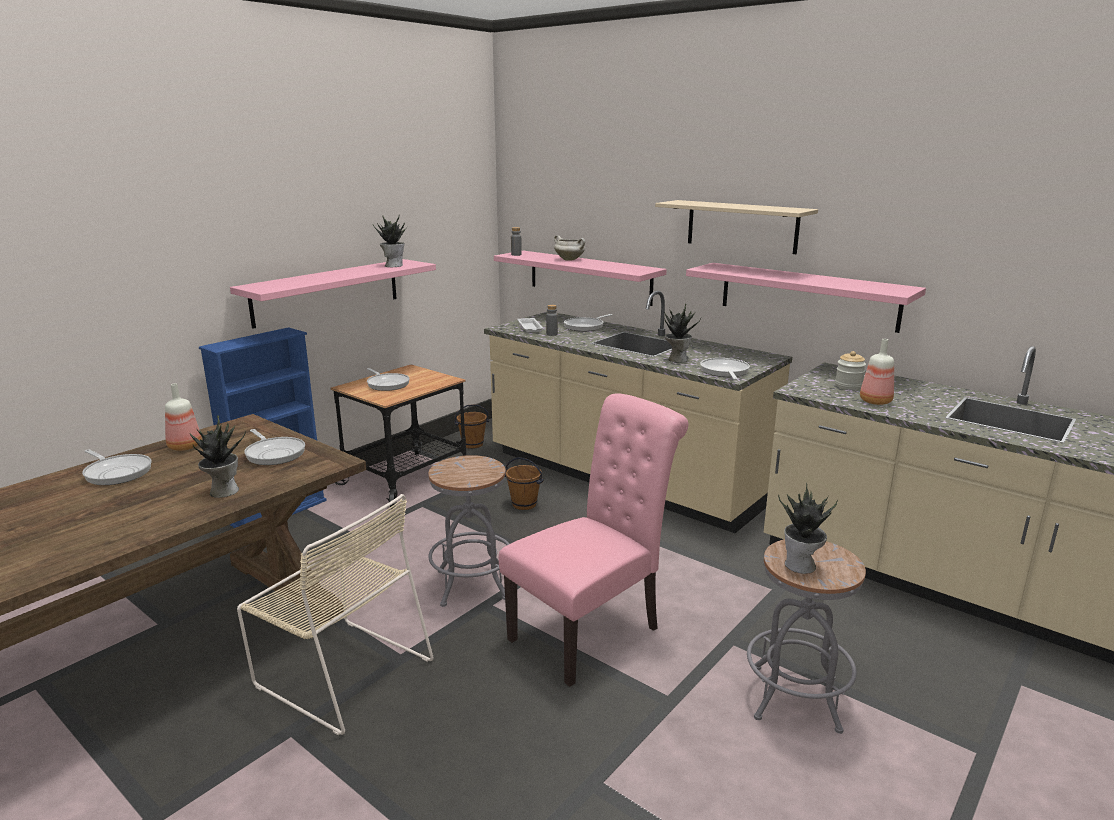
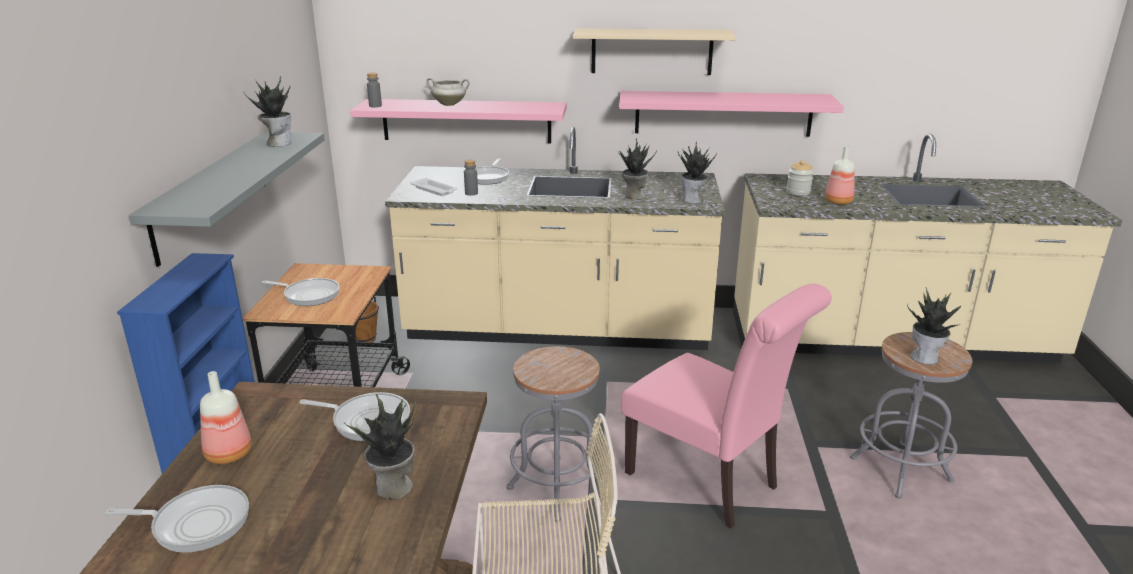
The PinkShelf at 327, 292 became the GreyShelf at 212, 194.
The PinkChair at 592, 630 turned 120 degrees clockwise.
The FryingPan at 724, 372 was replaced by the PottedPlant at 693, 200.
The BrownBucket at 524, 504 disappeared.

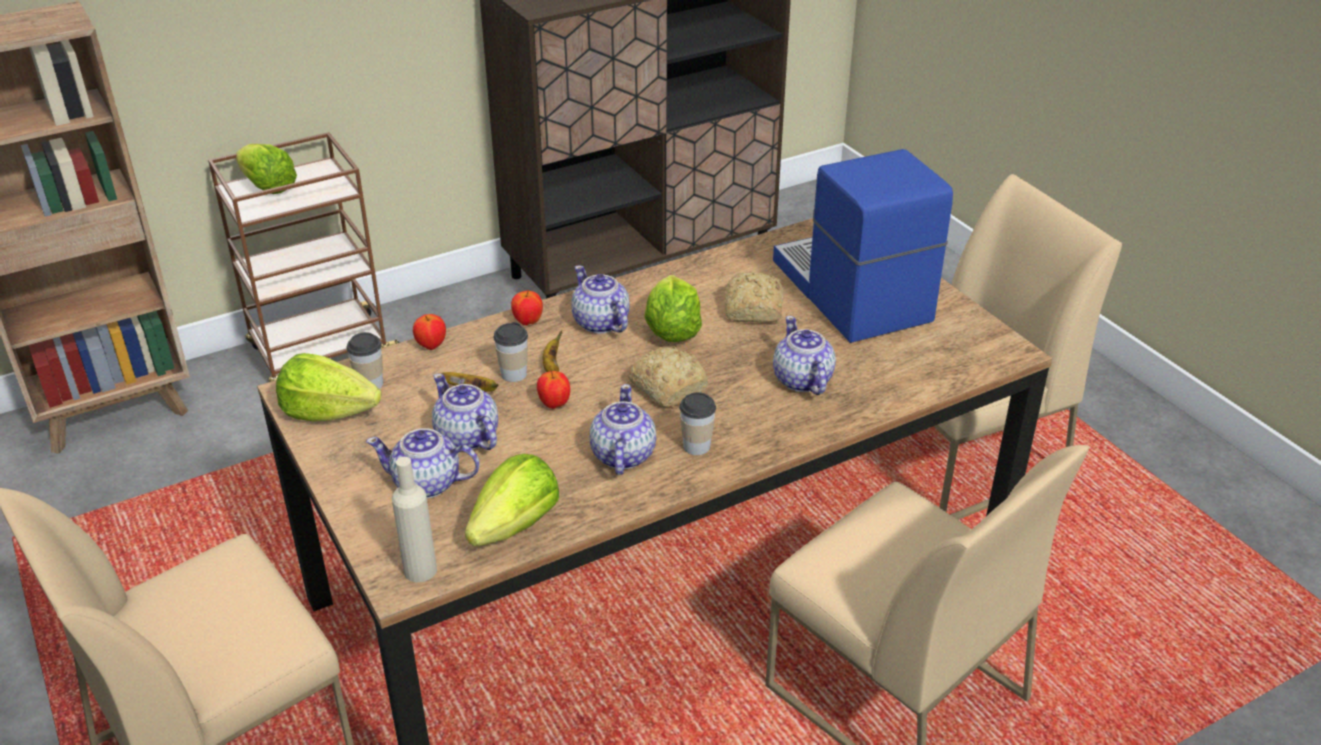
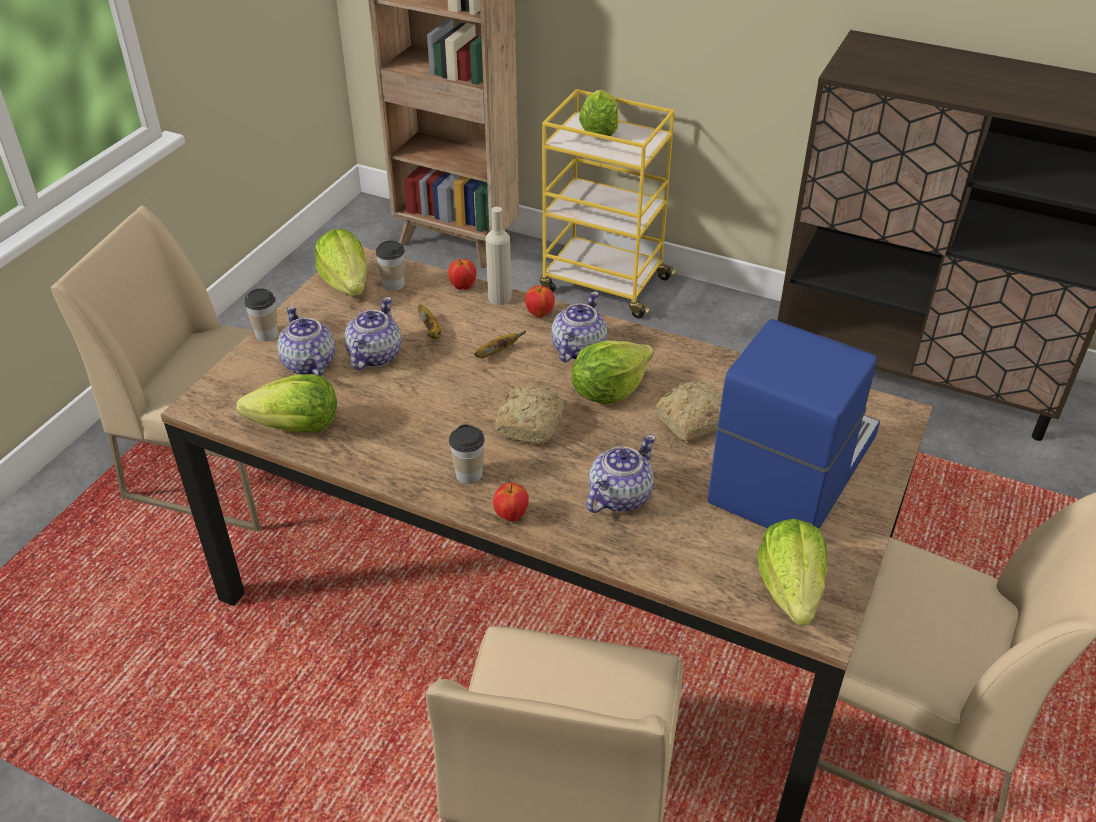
The Cup moved from 513, 374 to 266, 334.
The BeigeBottle moved from 420, 570 to 499, 297.
The Apple moved from 554, 404 to 511, 516.
The BrownCart at 322, 354 became the YellowCart at 603, 285.
The Lettuce at 790, 590 appeared.
The Teapot at 622, 455 disappeared.

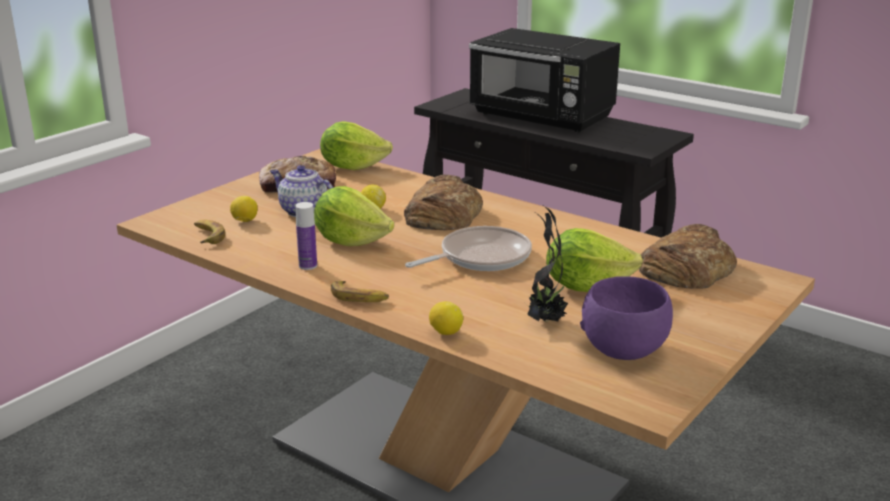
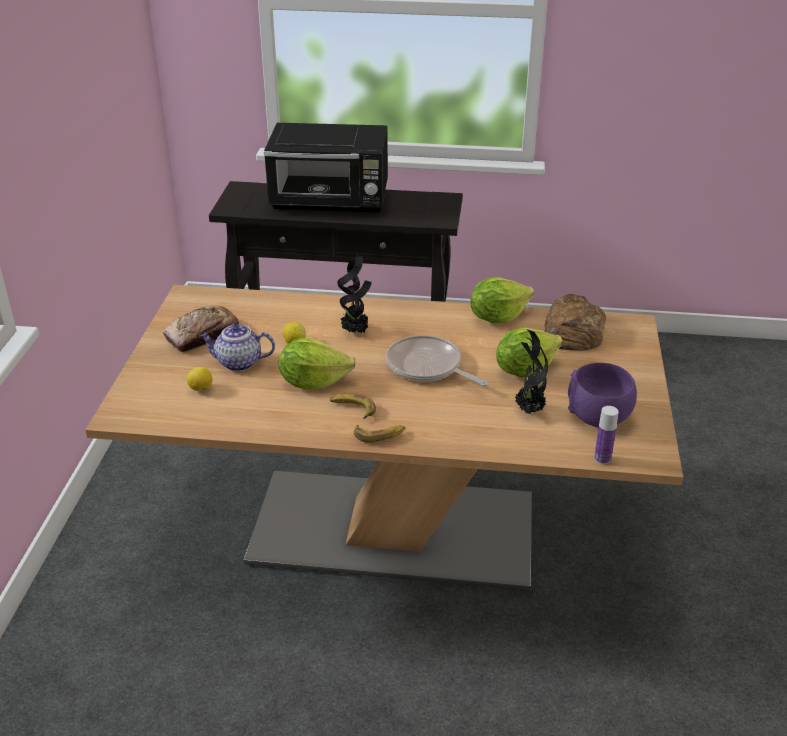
The Banana moved from 207, 236 to 353, 409.
The Bread at 442, 214 was replaced by the PottedPlant at 356, 332.
The FryingPan at 480, 257 turned 75 degrees counterclockwise.
The Lettuce moved from 352, 166 to 497, 317.
The Bottle moved from 308, 266 to 602, 459.
The Lemon at 445, 332 disappeared.

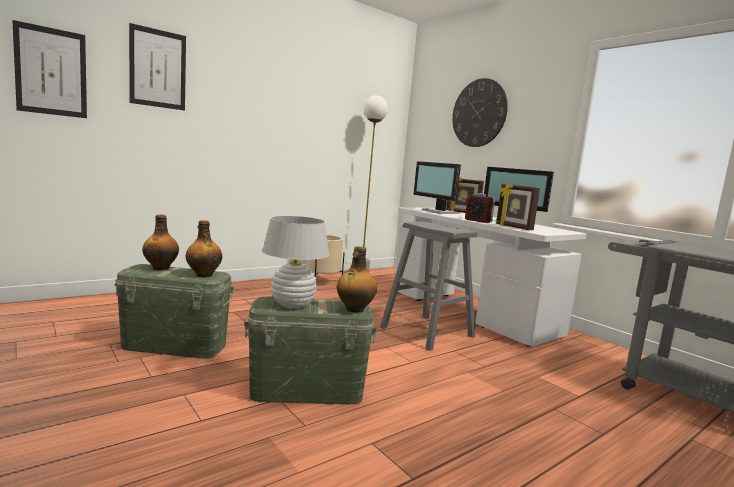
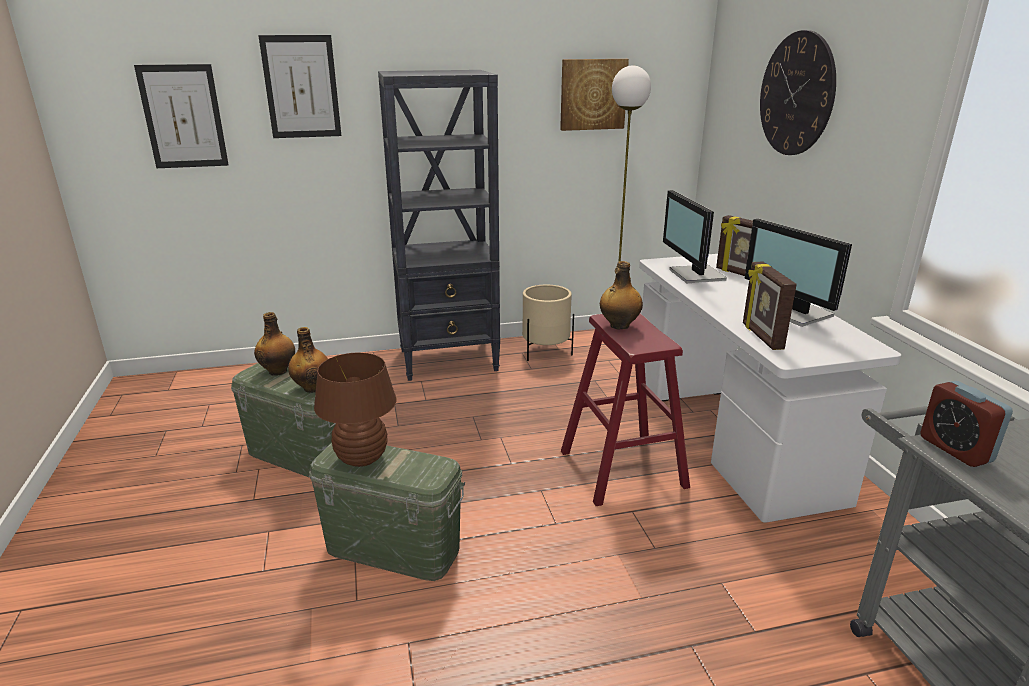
The WhiteTableLamp at 293, 305 became the BrownTableLamp at 362, 458.
The BlackBookcase at 449, 360 appeared.
The Picture at 593, 94 appeared.
The GreyStool at 427, 332 became the RedStool at 622, 469.
The Bottle moved from 354, 309 to 619, 326.
The AlarmClock moved from 478, 221 to 955, 449.

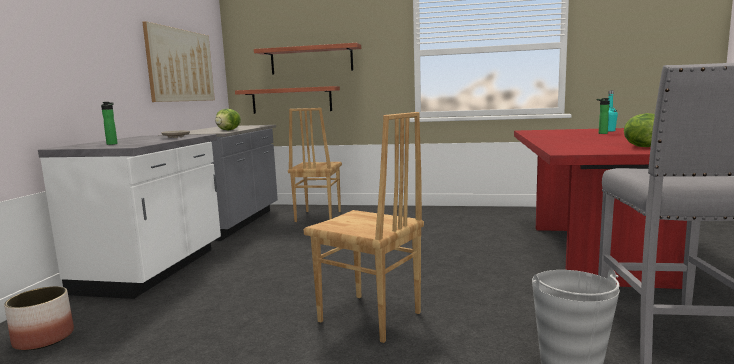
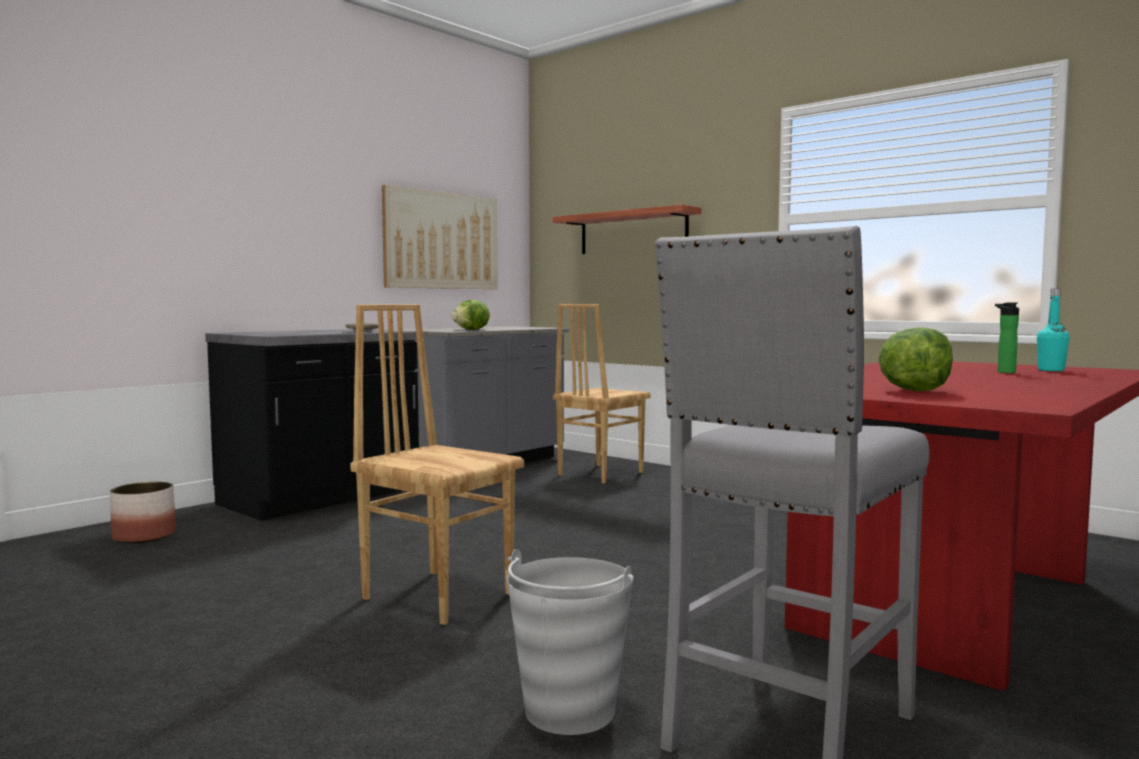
The WhiteCounter at 154, 270 became the BlackCounter at 322, 498.
The BrownChair at 369, 318 turned 150 degrees clockwise.
The Bottle at 112, 144 disappeared.
The Shelf at 291, 100 disappeared.

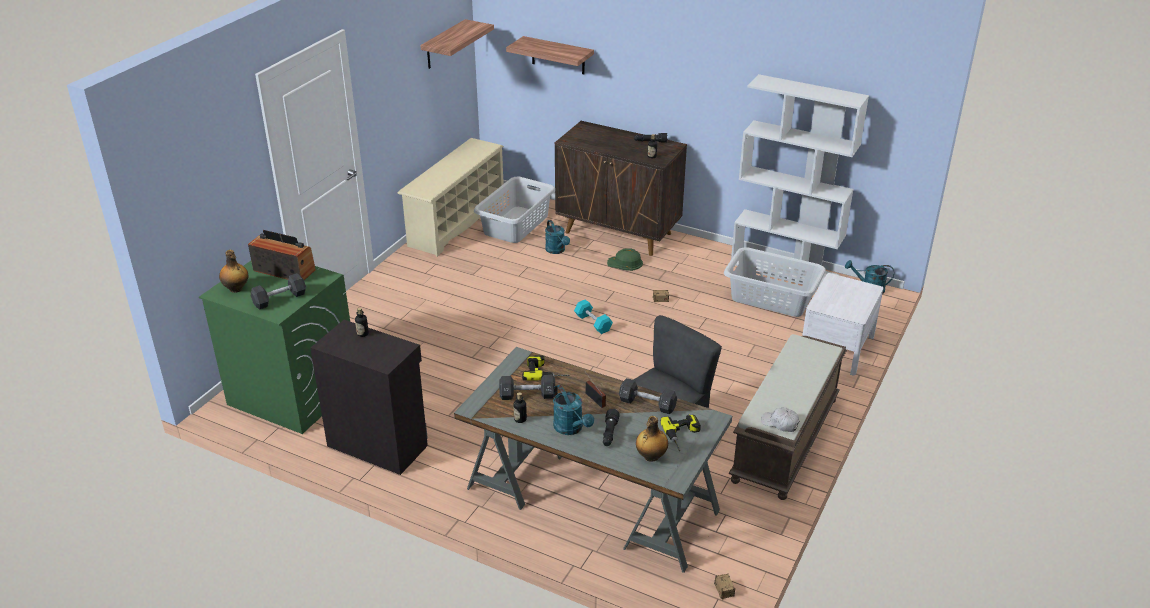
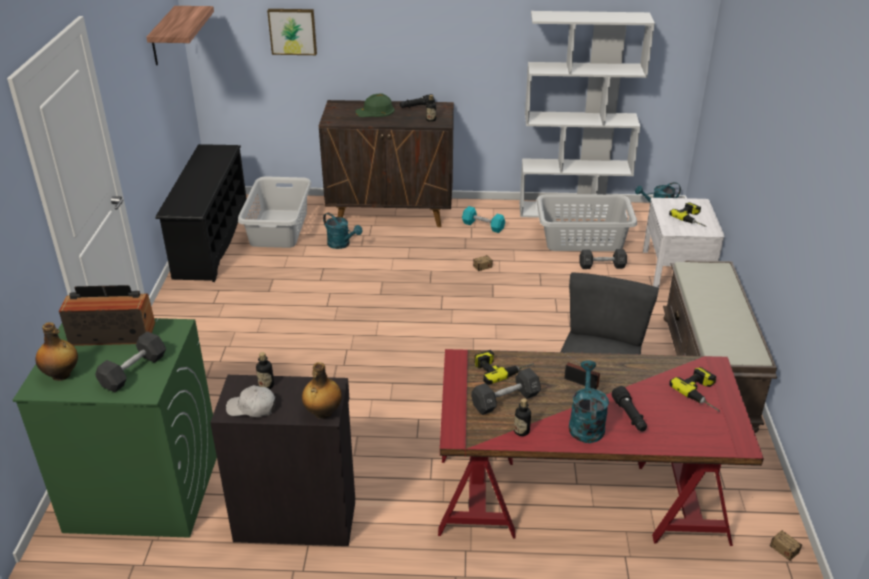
The BeigeShoeRack at 456, 222 became the BlackShoeRack at 210, 241.
The WhiteCap moved from 780, 423 to 252, 408.
The Shelf at 558, 55 was replaced by the Picture at 293, 31.
The Bottle moved from 650, 457 to 322, 413.
The GreenHardHat moved from 625, 263 to 375, 111.
The GreyDesk at 591, 500 became the RedDesk at 579, 499.
The TurquoiseDumbbell moved from 593, 323 to 483, 226.
The TurquoiseWateringCan at 571, 428 turned 120 degrees counterclockwise.
The BlackDumbbell moved from 647, 404 to 602, 266.
The PowerDrill at 693, 218 appeared.

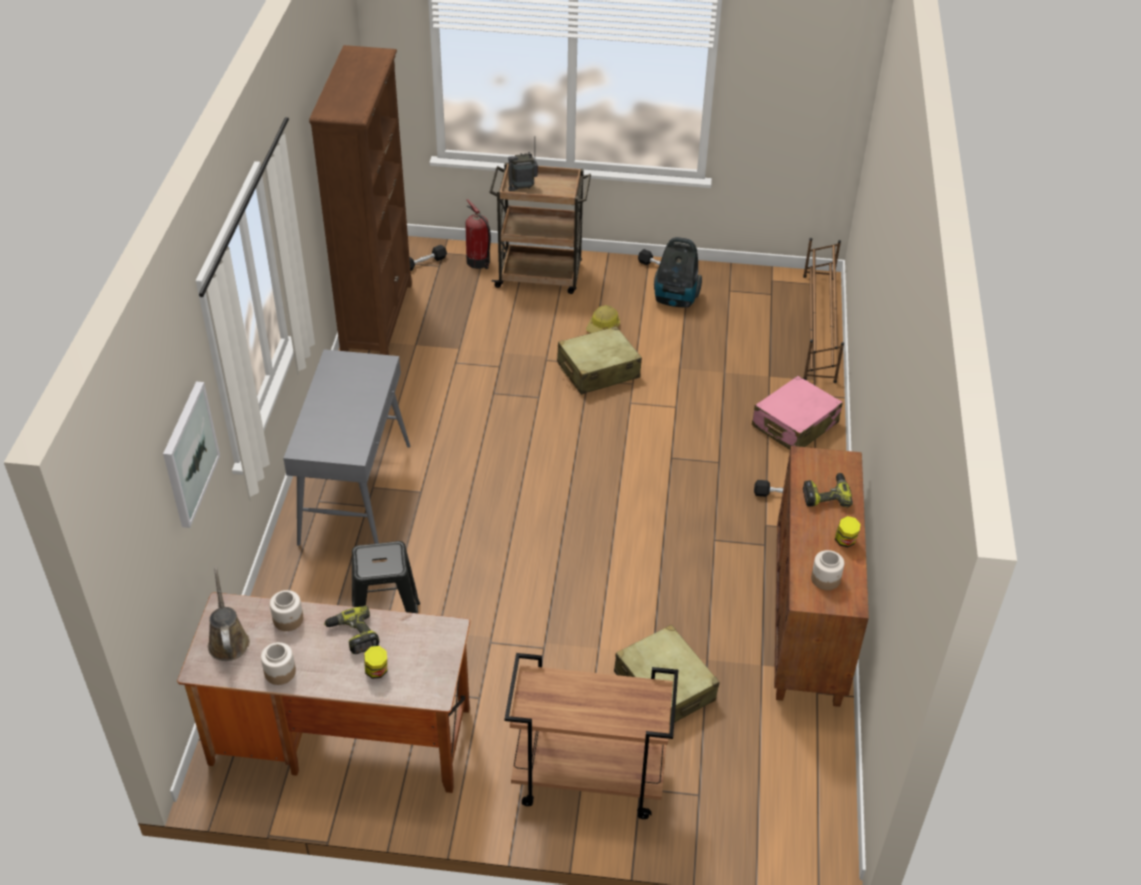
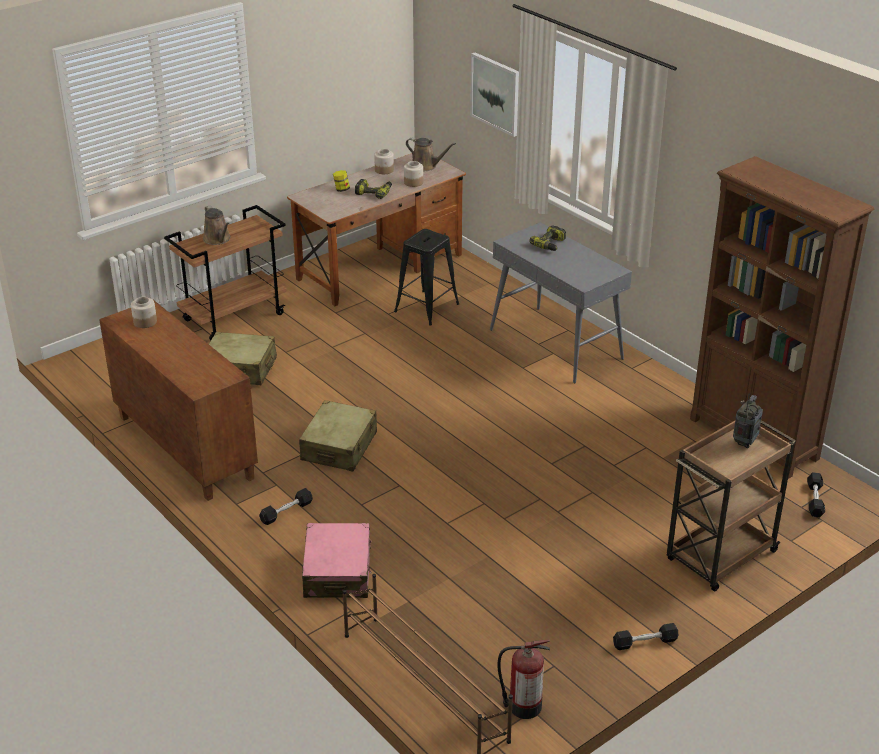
The BrownWateringCan at 218, 239 appeared.
The BeigeSuitcase moved from 598, 370 to 339, 446.
The FireExtinguisher moved from 479, 262 to 522, 706.
The PowerDrill moved from 826, 495 to 551, 244.
The HardHat at 603, 326 disappeared.
The VacuumCleaner at 675, 299 disappeared.
The Jar at 845, 541 disappeared.

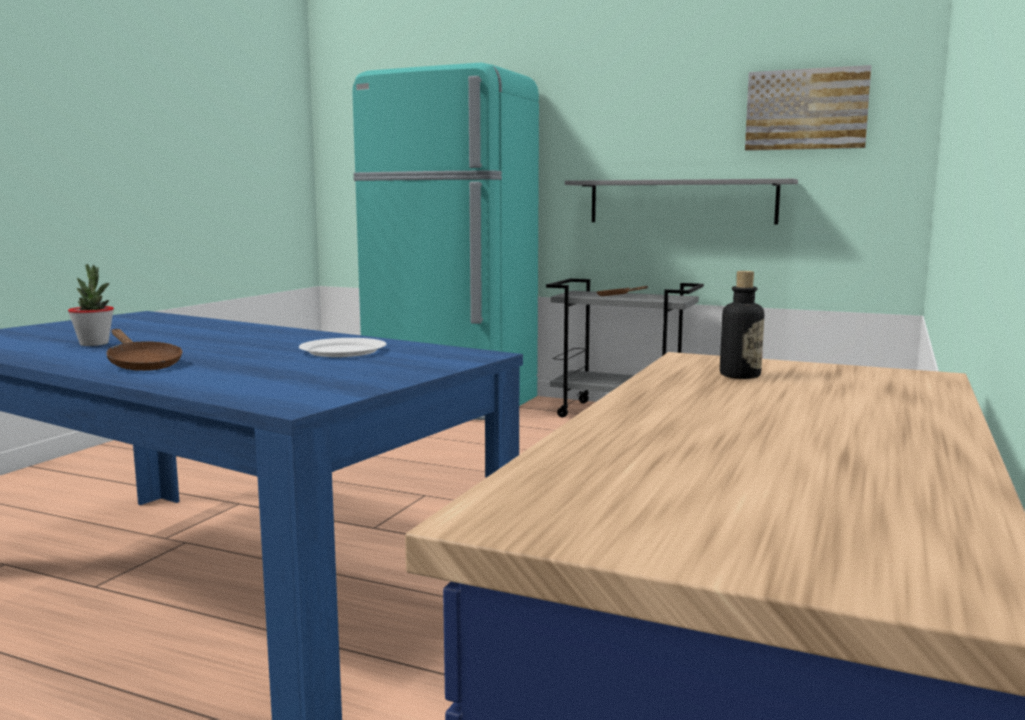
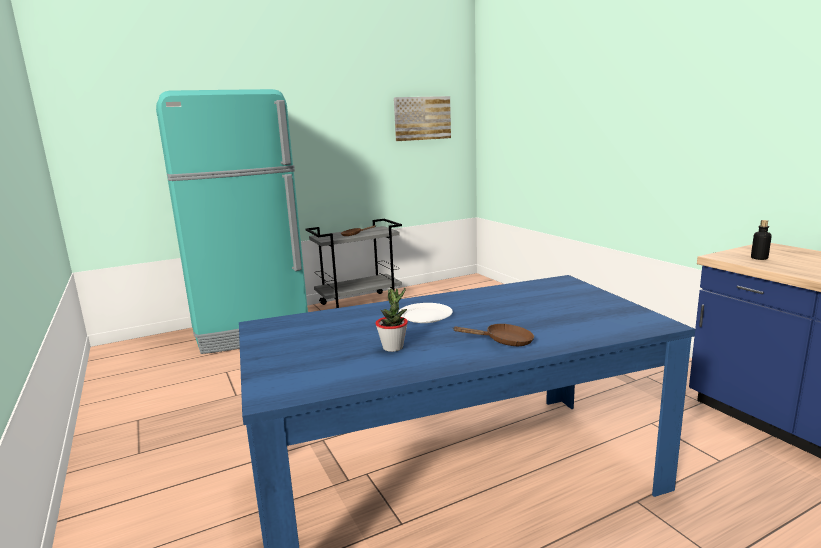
The WhitePlate moved from 343, 351 to 425, 315.
The GreyShelf at 681, 201 disappeared.

